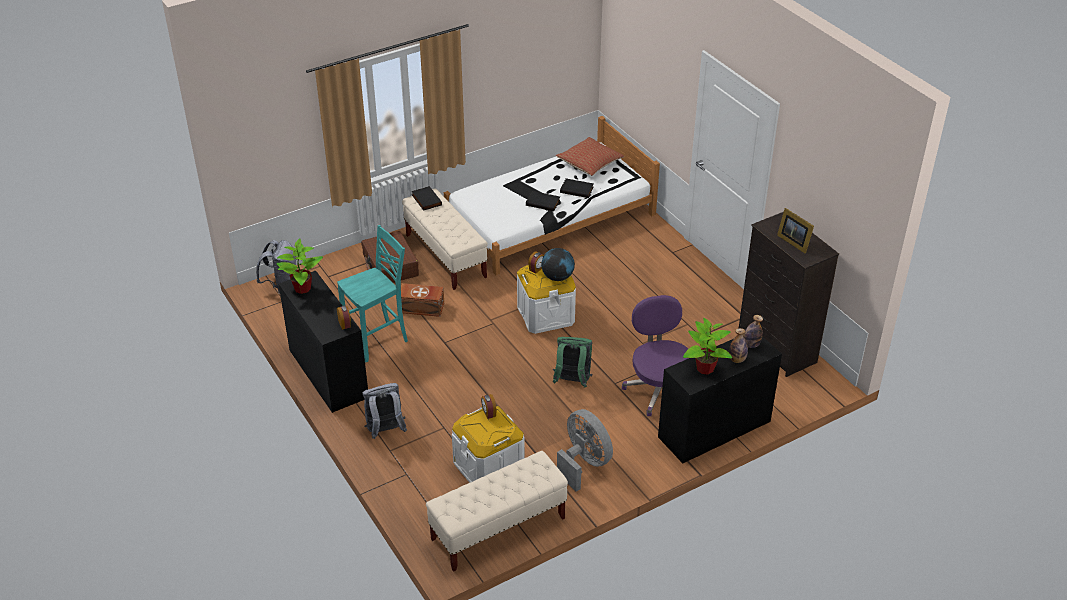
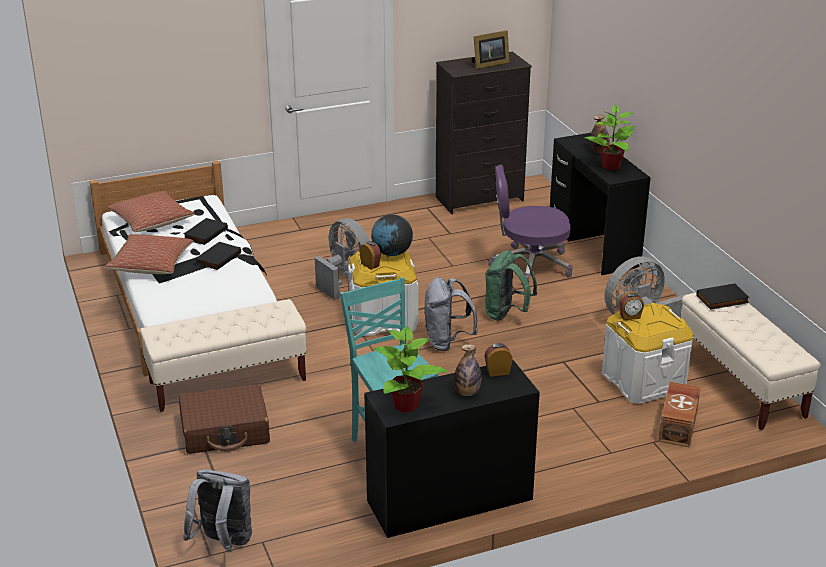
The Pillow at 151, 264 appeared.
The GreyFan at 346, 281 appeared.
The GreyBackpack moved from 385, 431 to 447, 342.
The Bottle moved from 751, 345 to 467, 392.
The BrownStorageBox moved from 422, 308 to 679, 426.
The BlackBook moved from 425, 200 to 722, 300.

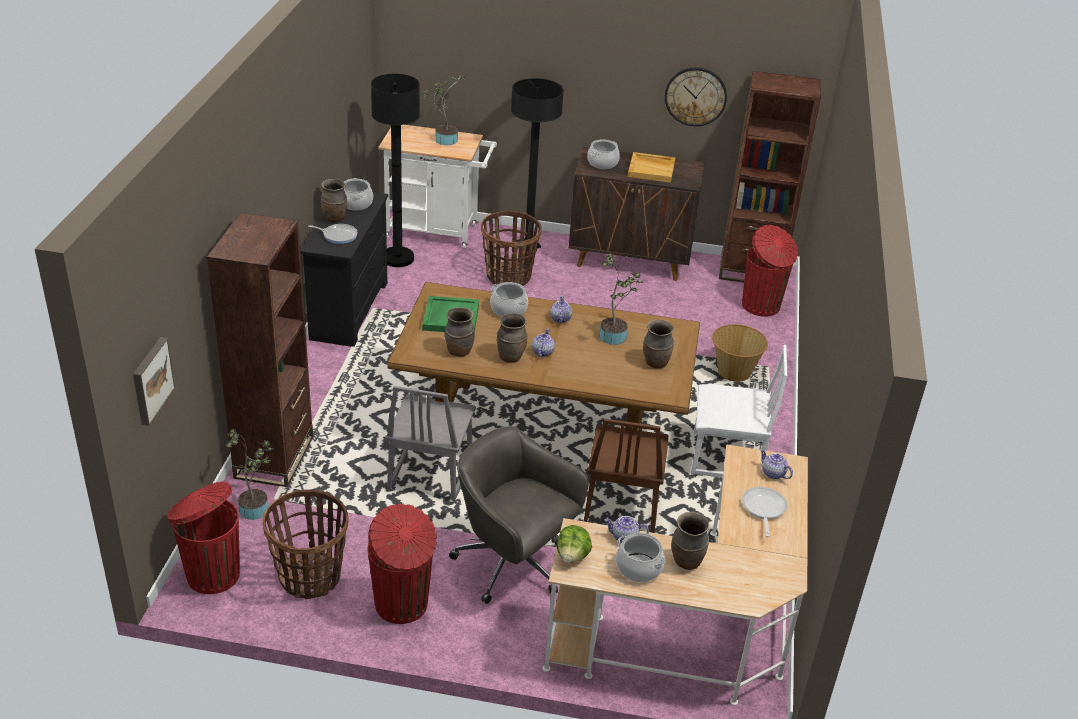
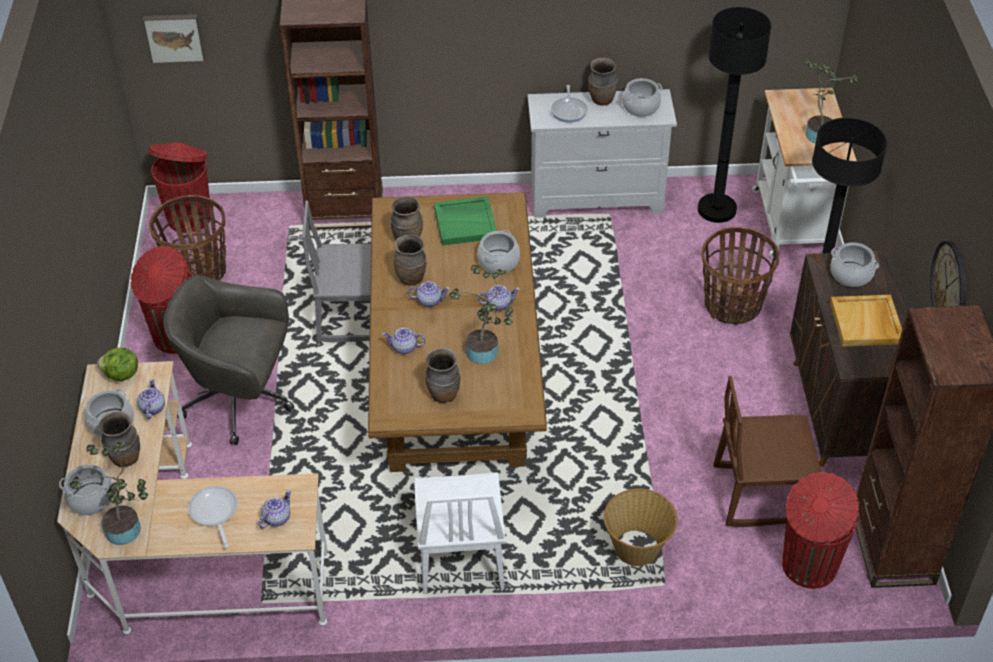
The CookingPot at 91, 498 appeared.
The PottedPlant moved from 256, 507 to 127, 531.
The GreyOfficeChair at 513, 565 turned 105 degrees counterclockwise.
The FryingPan at 763, 509 turned 105 degrees counterclockwise.
The Teapot at 404, 348 appeared.
The BlackDresser at 349, 310 became the WhiteDresser at 597, 199.
The BrownChair moved from 621, 503 to 760, 493.

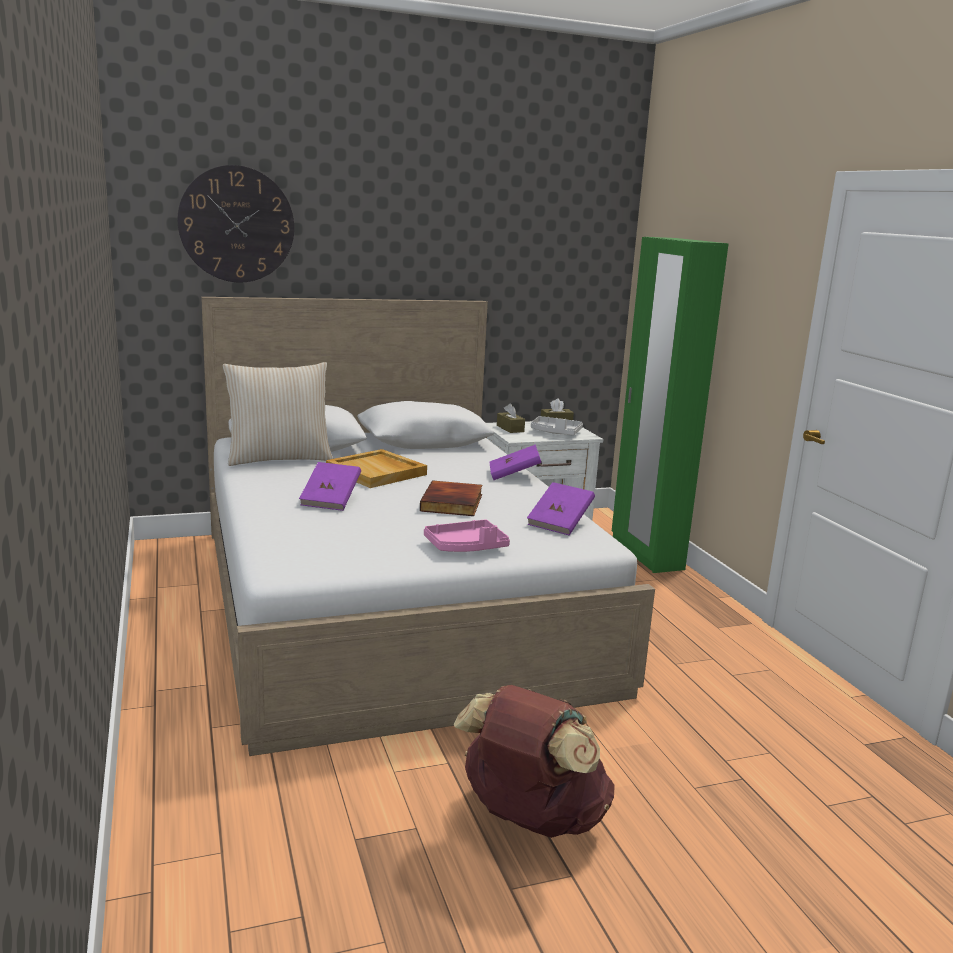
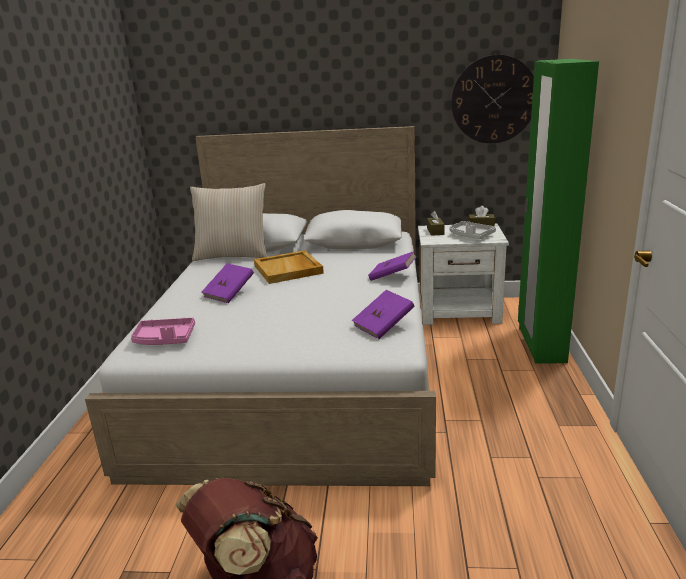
The PinkTray moved from 466, 547 to 165, 339.
The WallClock moved from 236, 224 to 494, 100.
The Book at 453, 503 disappeared.

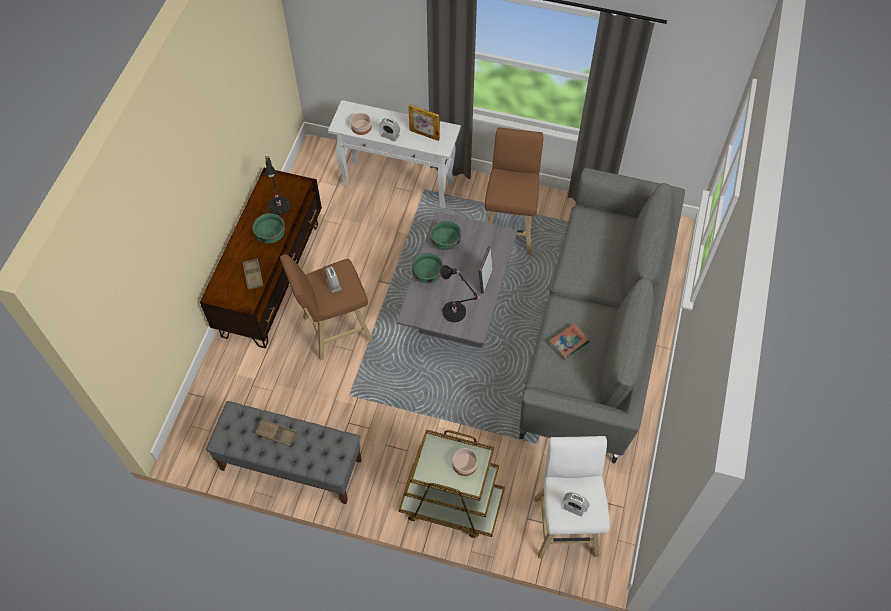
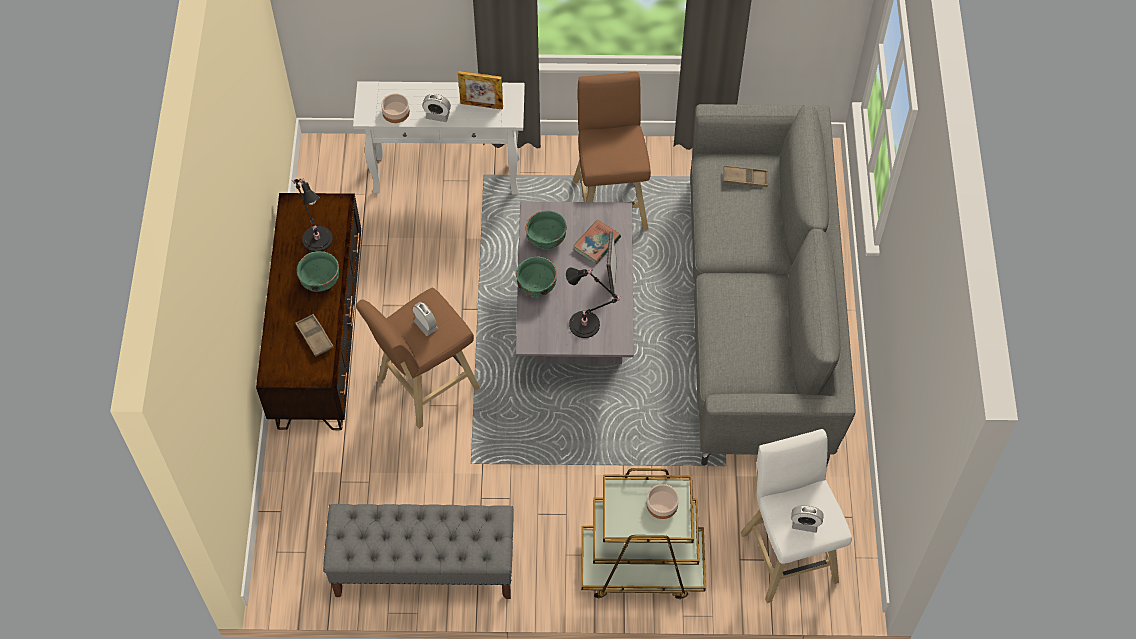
The Book moved from 568, 343 to 596, 244.
The BrownTray moved from 276, 434 to 745, 178.

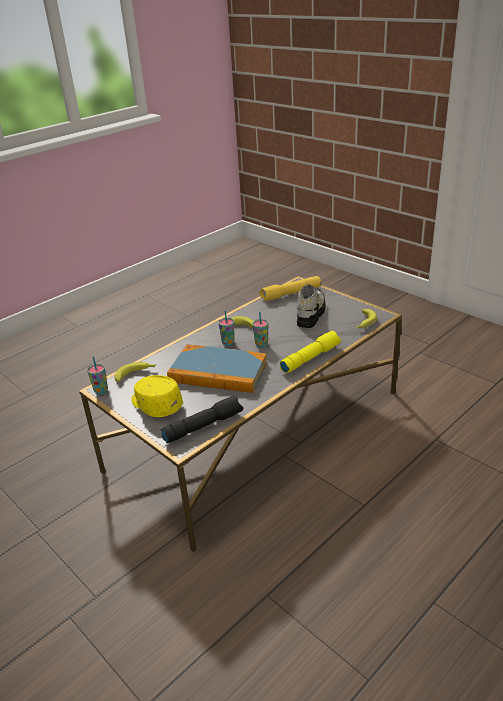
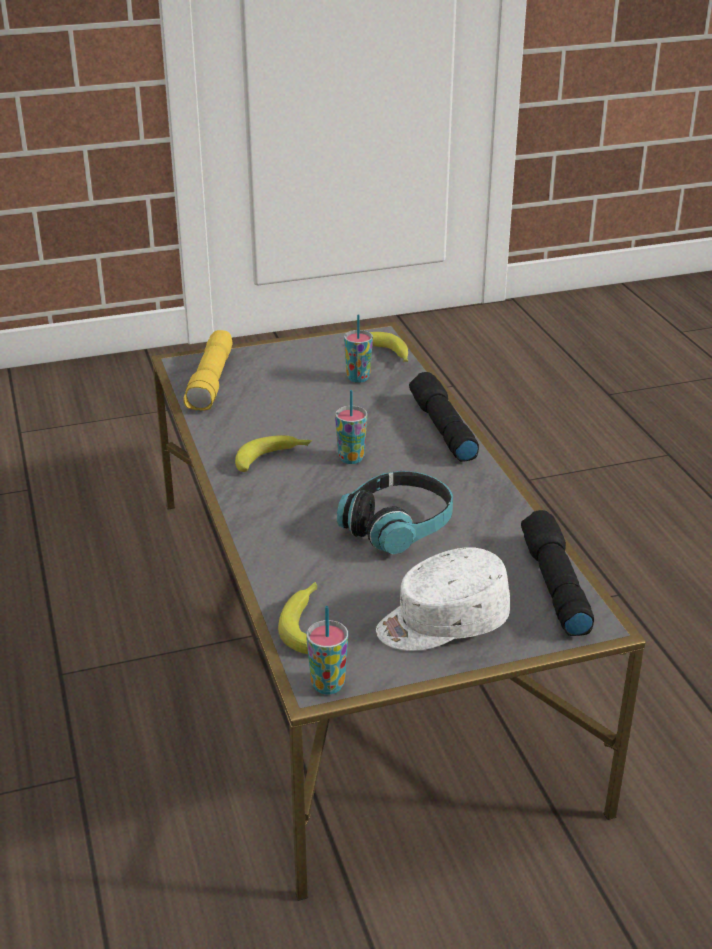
The Book at 218, 372 was replaced by the Headphones at 398, 526.
The Cup moved from 228, 343 to 358, 378.
The YellowCap at 155, 404 became the WhiteCap at 442, 623.
The YellowFlashlight at 310, 358 became the BlackFlashlight at 441, 428.
The Shoe at 310, 314 disappeared.

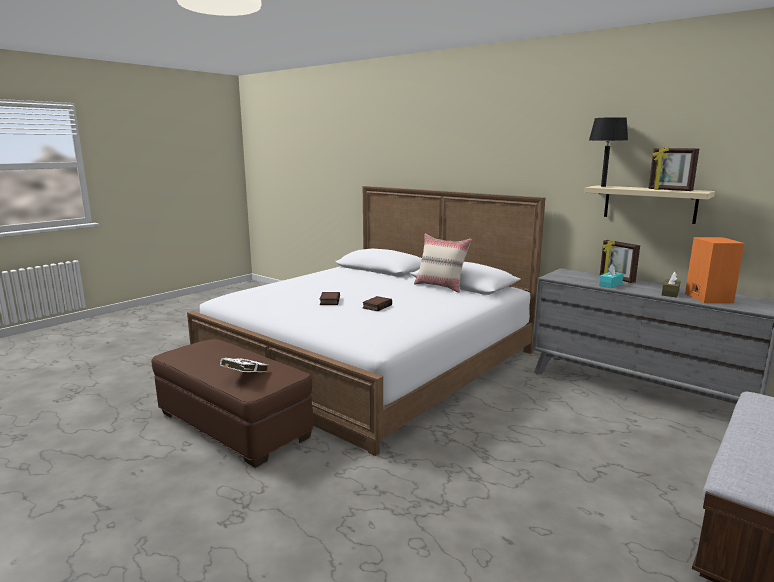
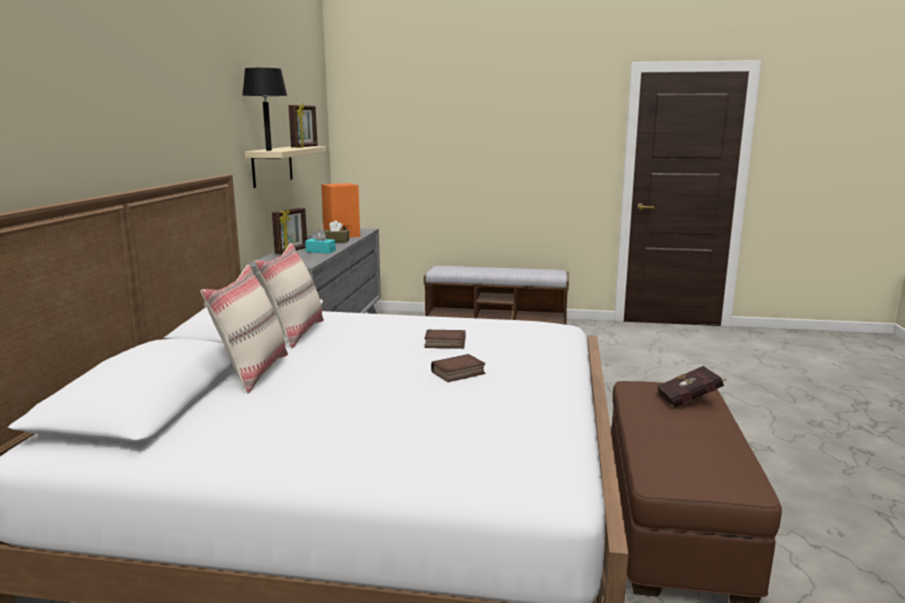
The BeigePillow at 252, 372 appeared.
The WhiteBook at 243, 376 became the RedBook at 691, 401.

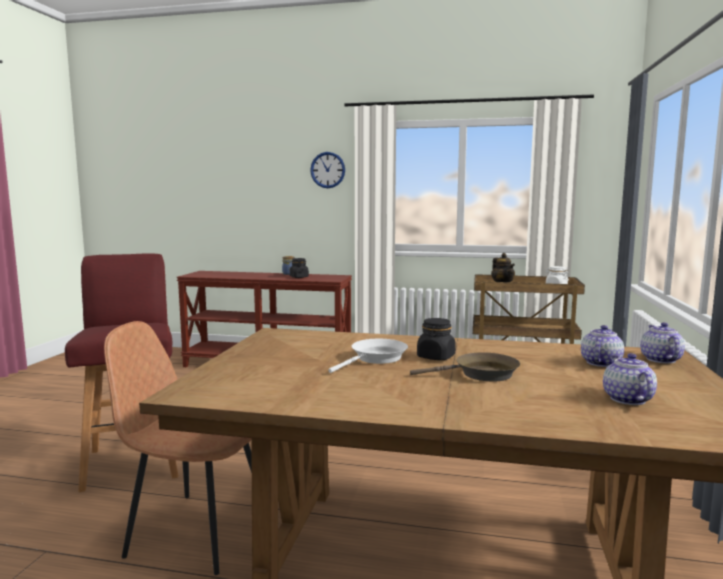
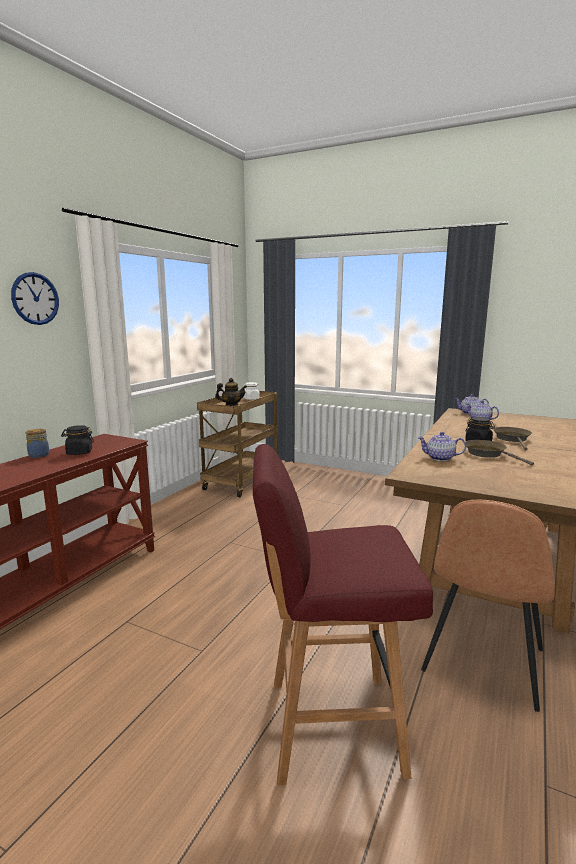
The Teapot moved from 626, 399 to 440, 458.
The WhiteFryingPan at 376, 359 became the BrownFryingPan at 488, 454.

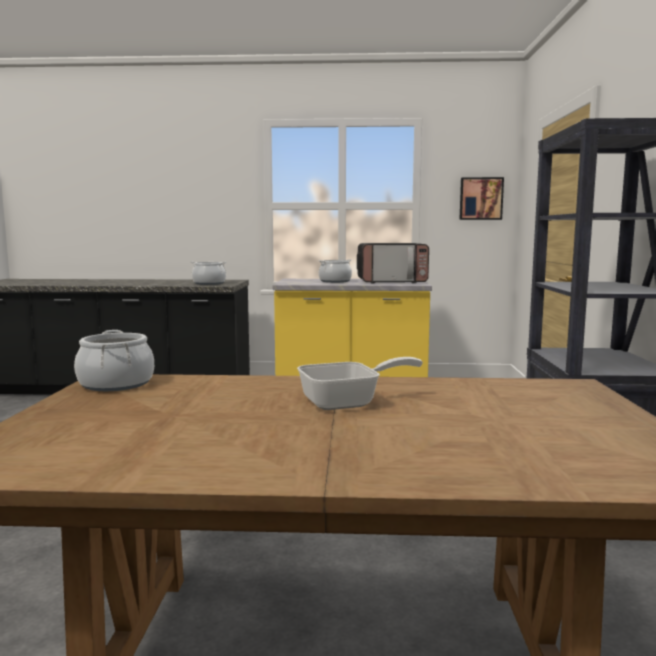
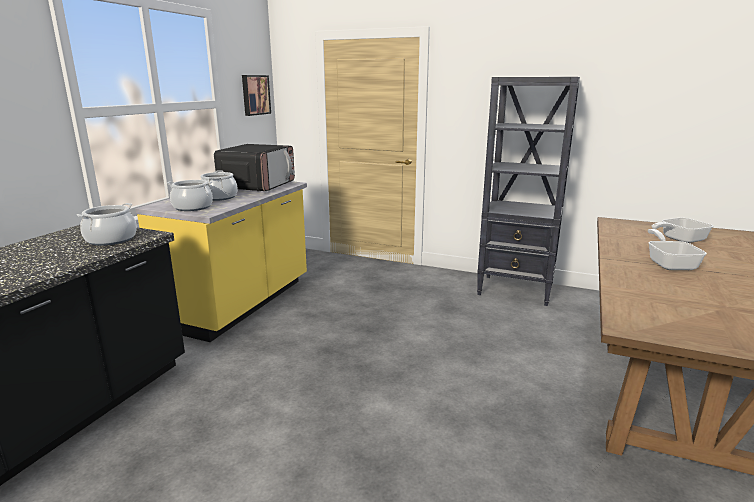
The CookingPot moved from 116, 384 to 192, 207.
The FryingPan at 679, 239 appeared.

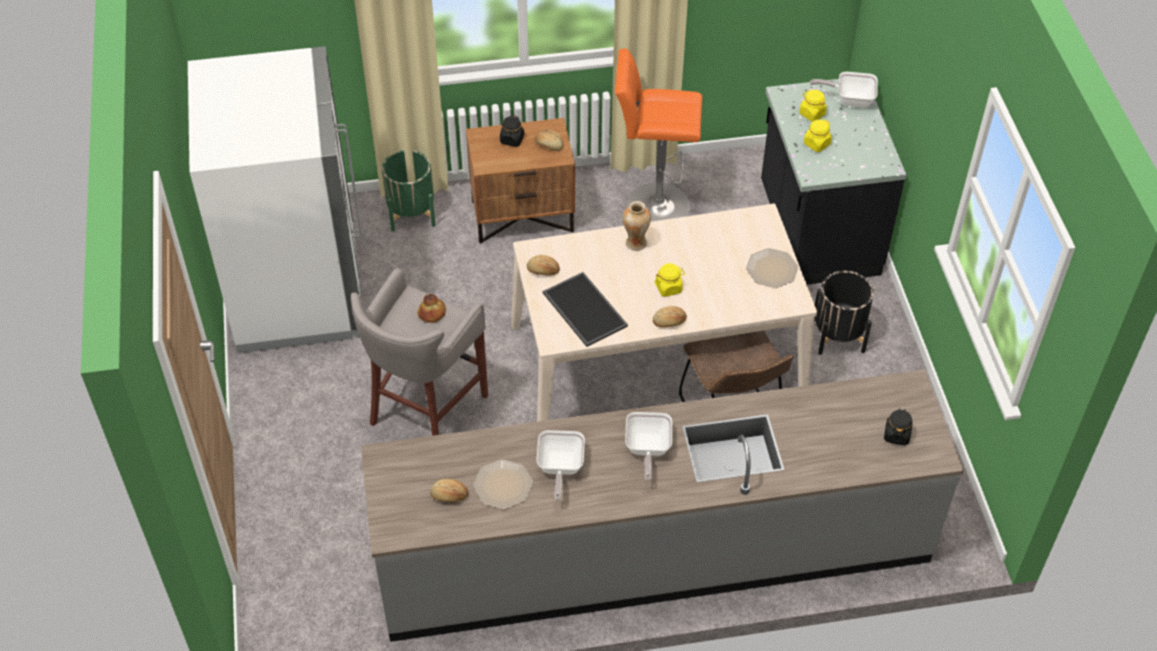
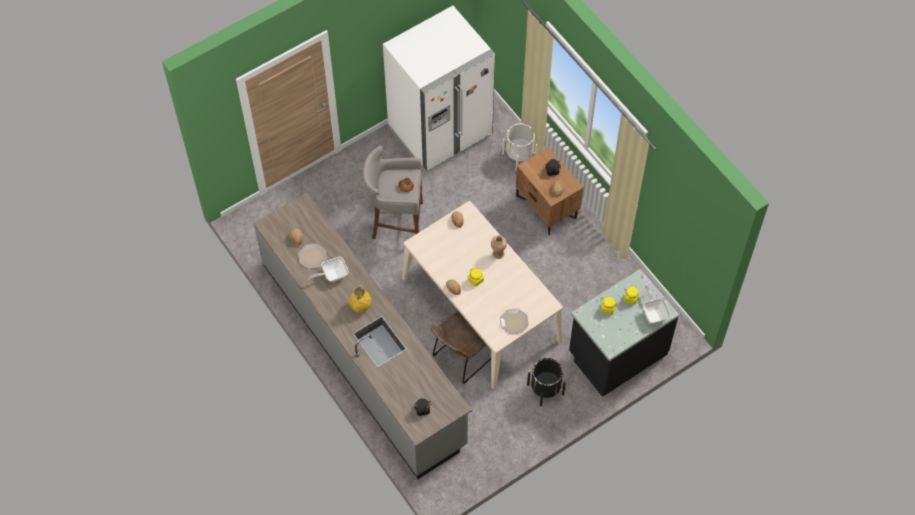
The FryingPan at 647, 450 was replaced by the YellowVase at 360, 306.
The GreenPlanter at 411, 213 became the WhitePlanter at 519, 156.
The Tray at 583, 309 disappeared.
The OrangeStool at 653, 206 disappeared.

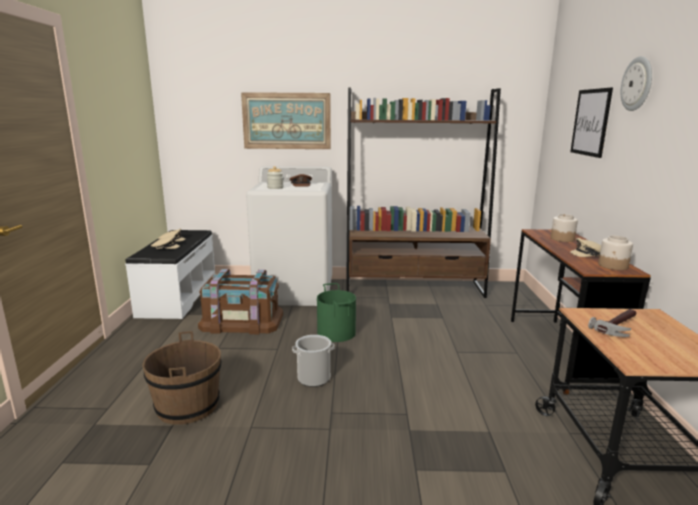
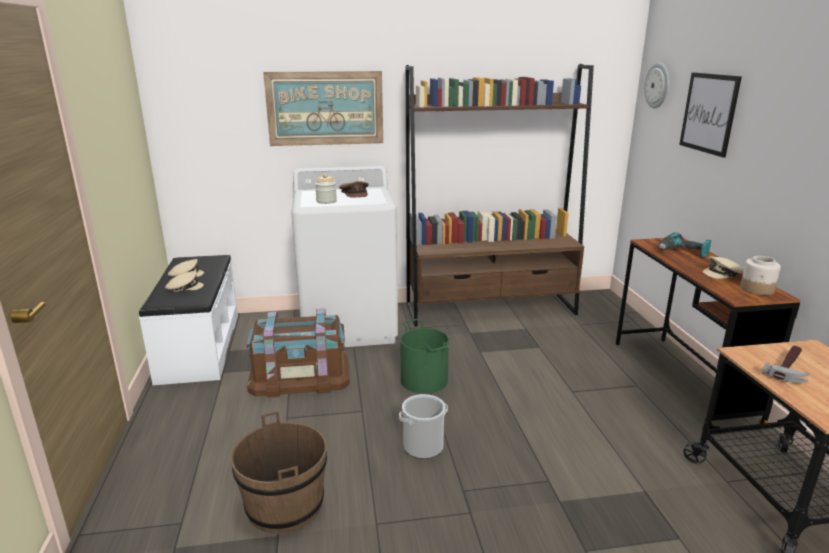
The WallClock moved from 637, 84 to 657, 85.
The Jar at 562, 239 was replaced by the PowerDrill at 682, 252.

